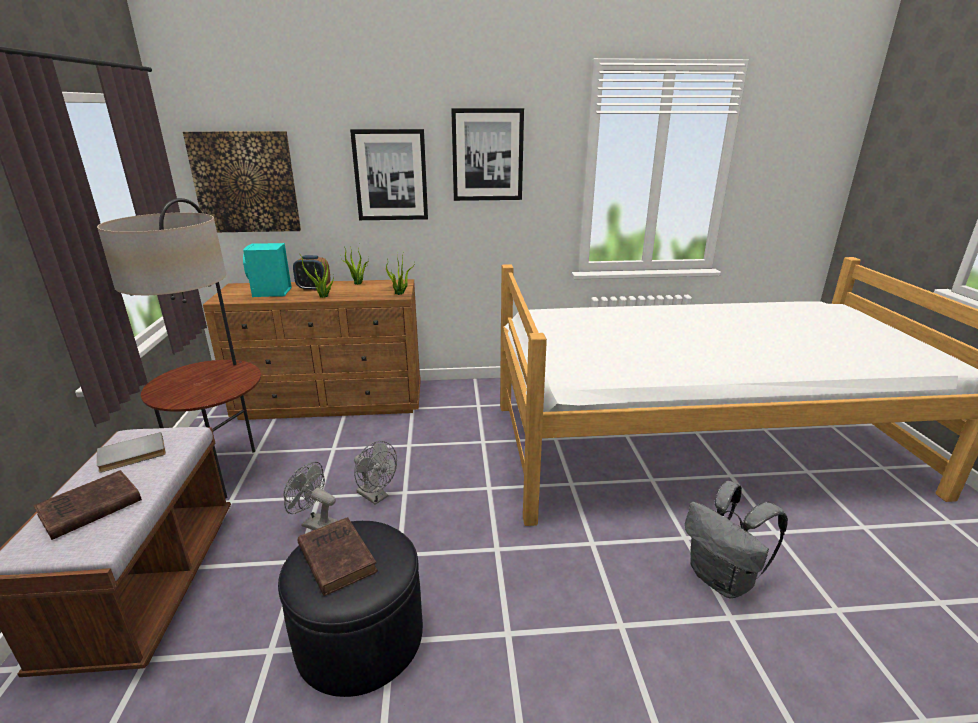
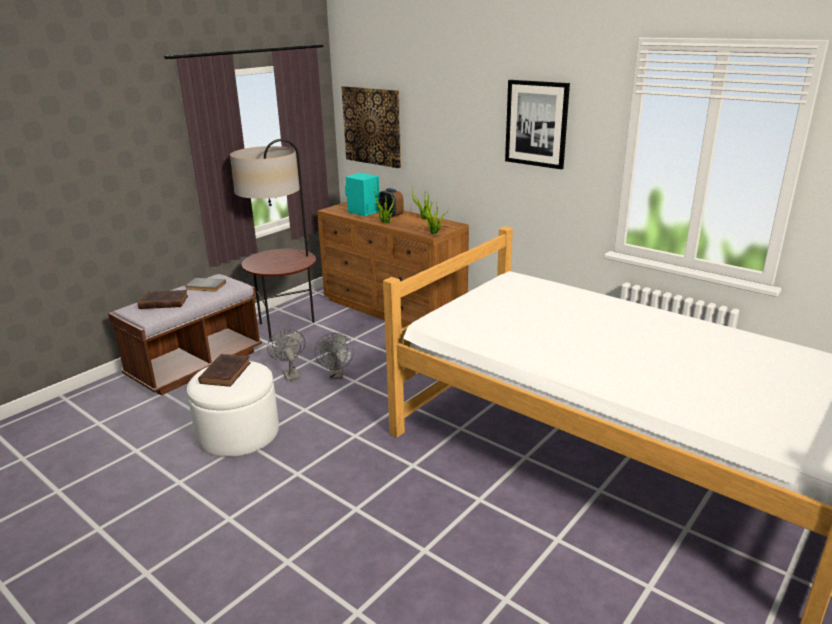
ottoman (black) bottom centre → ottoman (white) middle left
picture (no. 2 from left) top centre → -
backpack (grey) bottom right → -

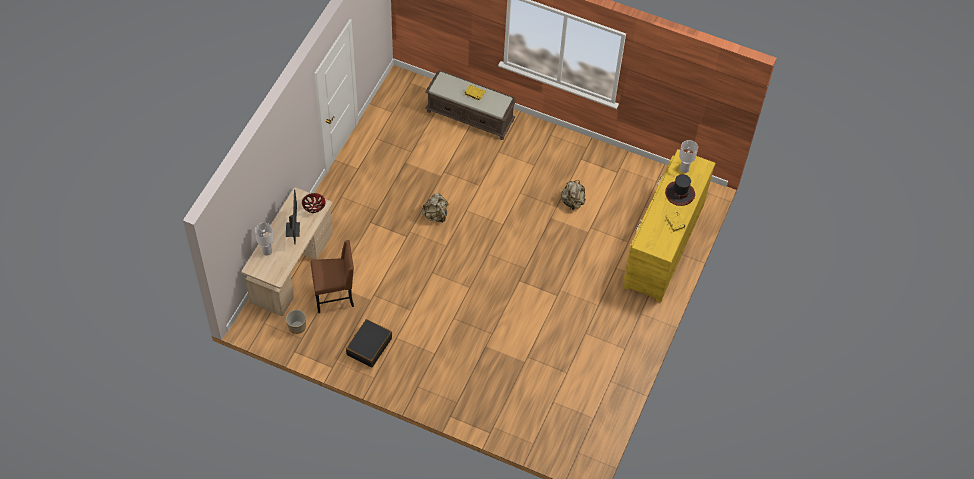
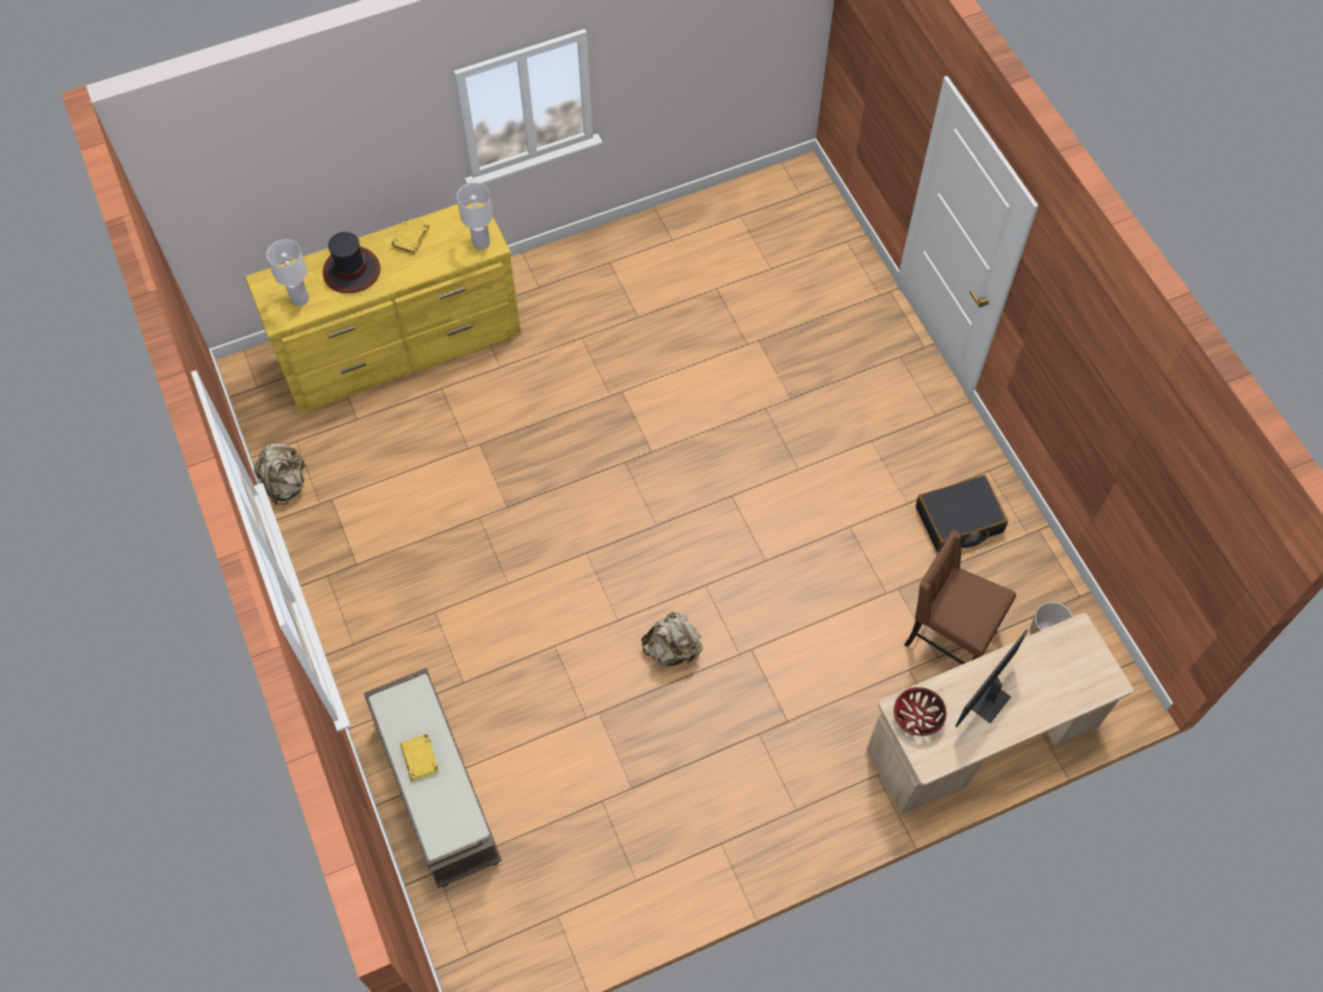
backpack (beige) (no. 2 from left in the first image) centre → backpack (beige) (no. 1 from left) middle left, relocated
table lamp (white) (no. 1 from left in the first image) middle left → table lamp (white) (no. 2 from left) top centre, relocated

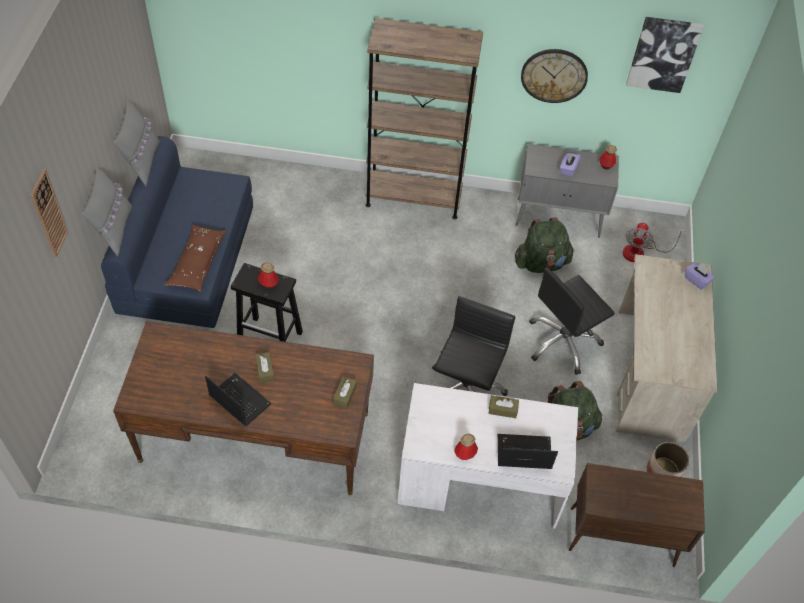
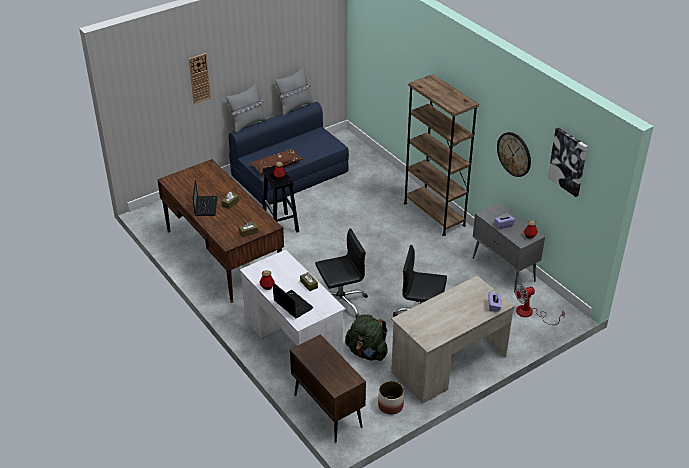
backpack (green) (no. 1 from left) middle right → -

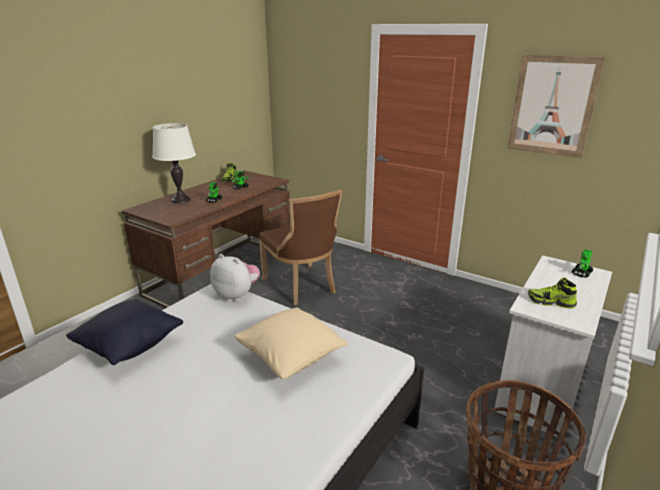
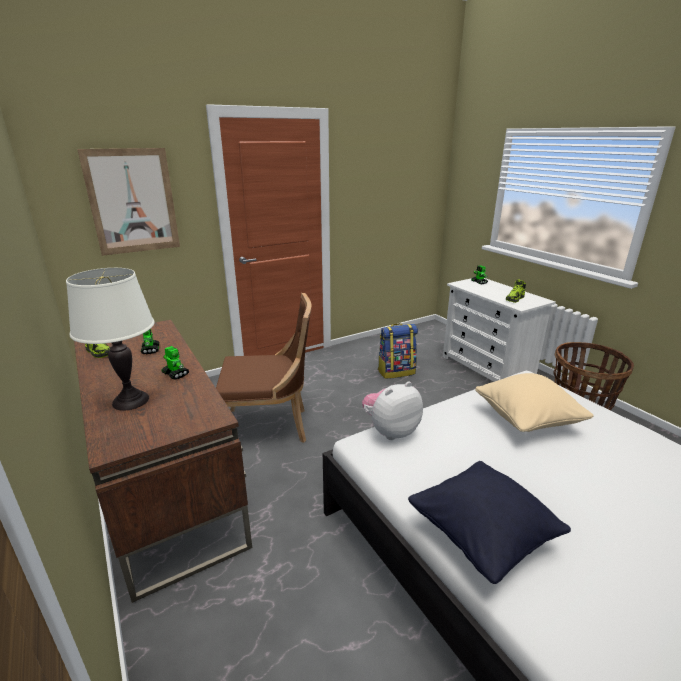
picture top right → picture top left, relocated
- → backpack centre

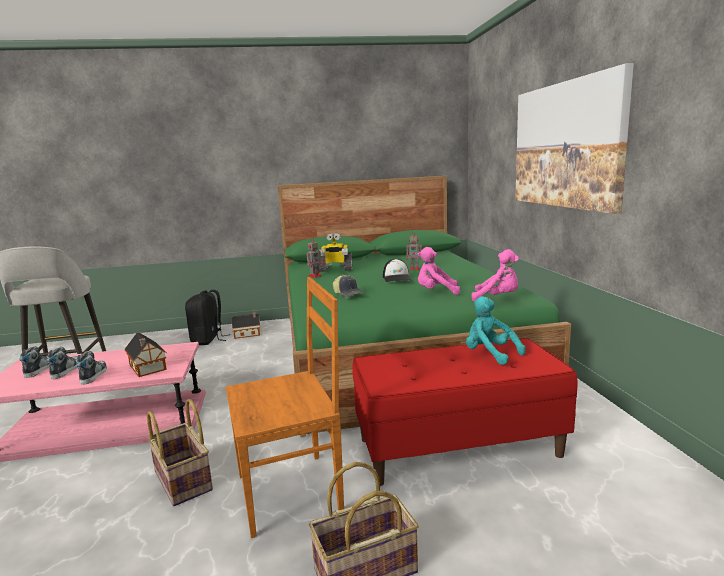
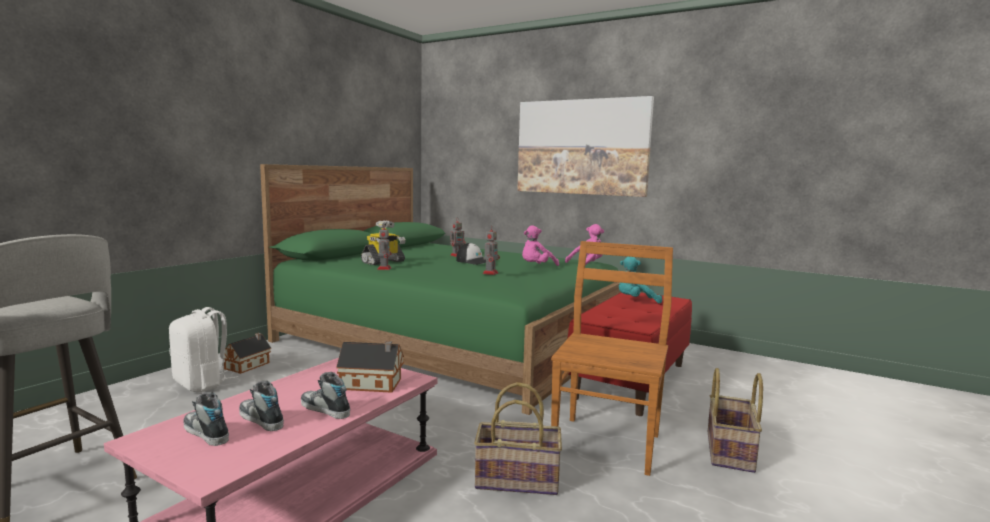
backpack (black) middle left → backpack (white) bottom left
cap (no. 1 from left) centre → toy robot (no. 4 from left) centre

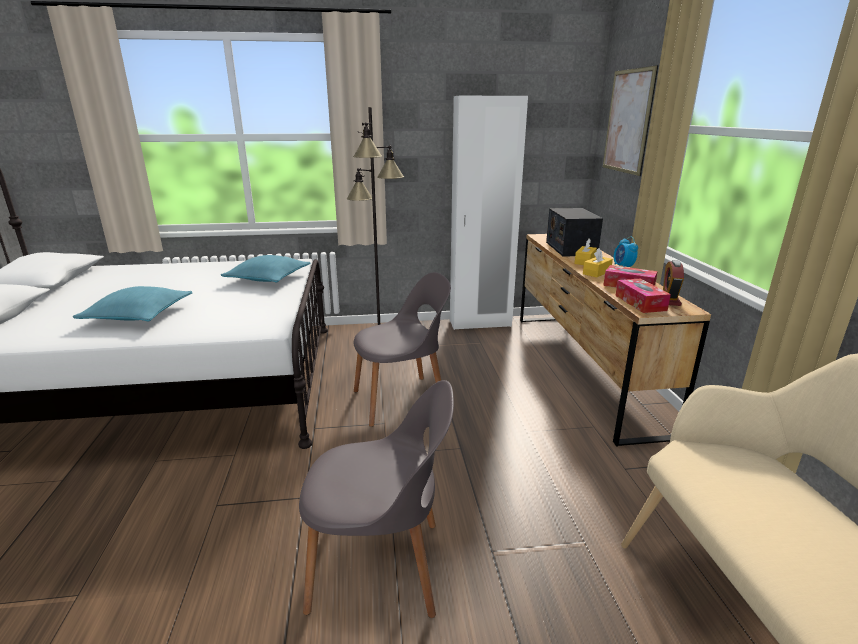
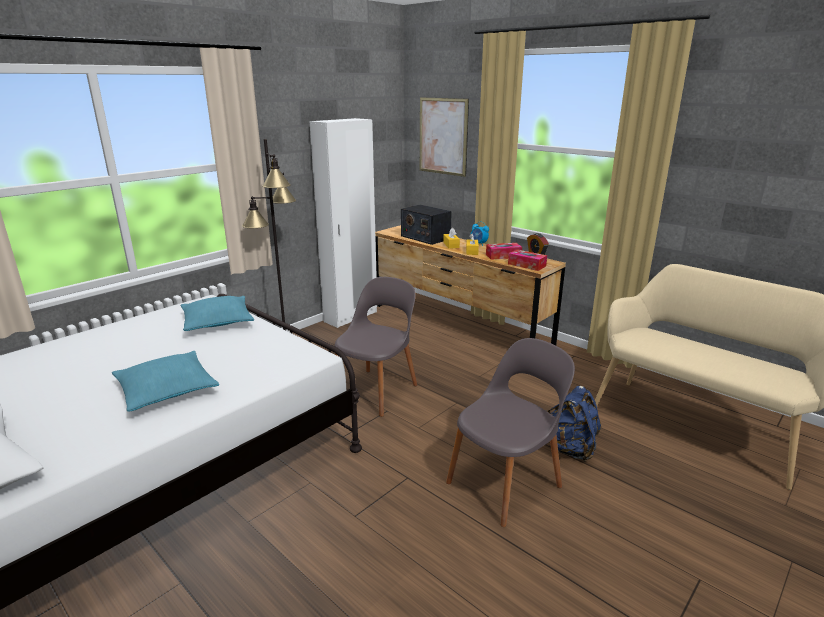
- → backpack (blue) bottom right

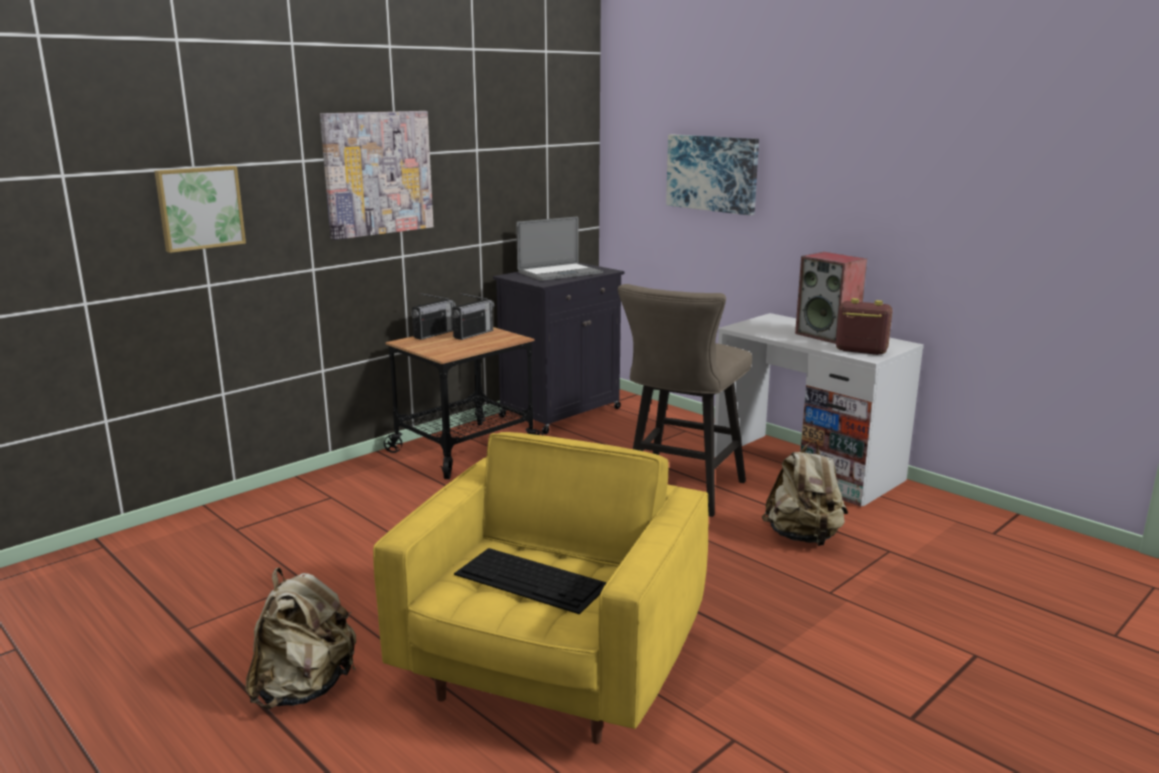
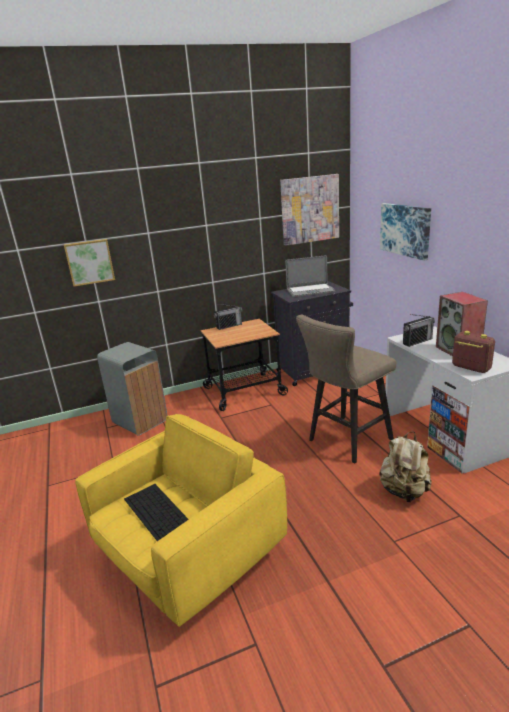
- → trash can (grey) middle left
picture (no. 2 from left) top left → picture (no. 2 from left) top centre, relocated
radio (no. 2 from left) centre → radio (no. 2 from left) middle right, relocated
backpack (beige) (no. 1 from left) bottom left → -

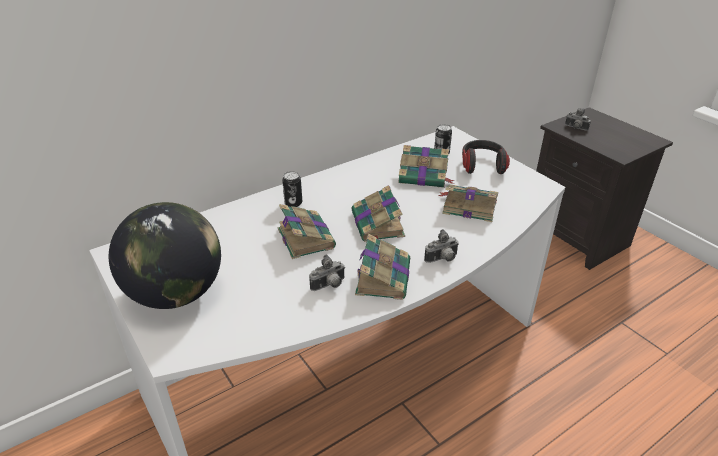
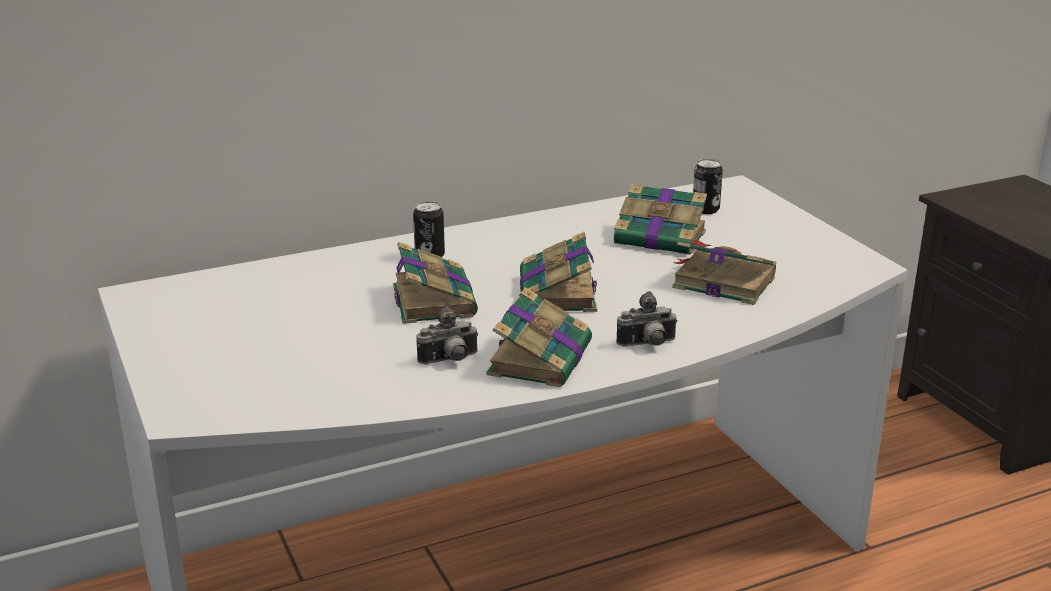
globe middle left → -
headphones middle right → -
photo camera (no. 3 from left) top right → -

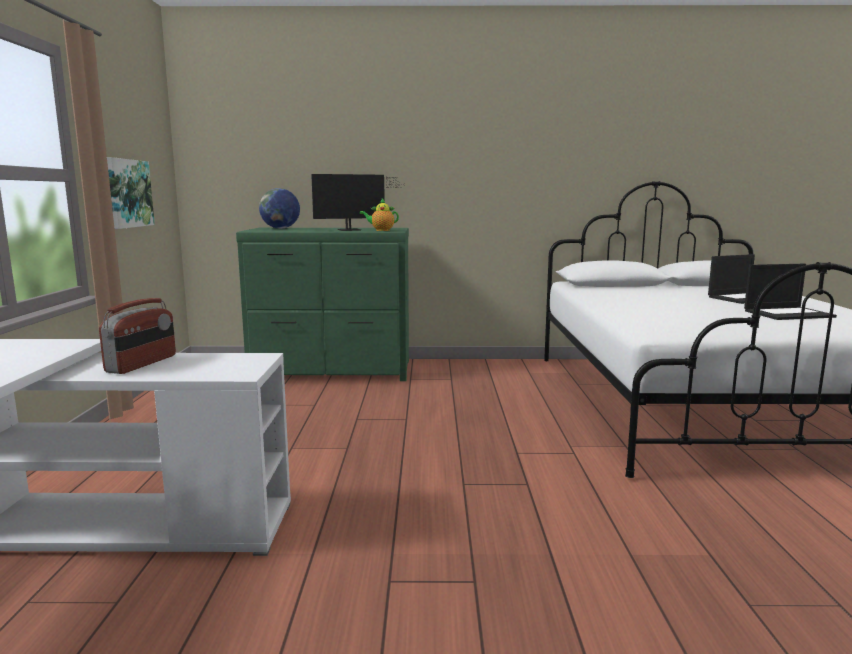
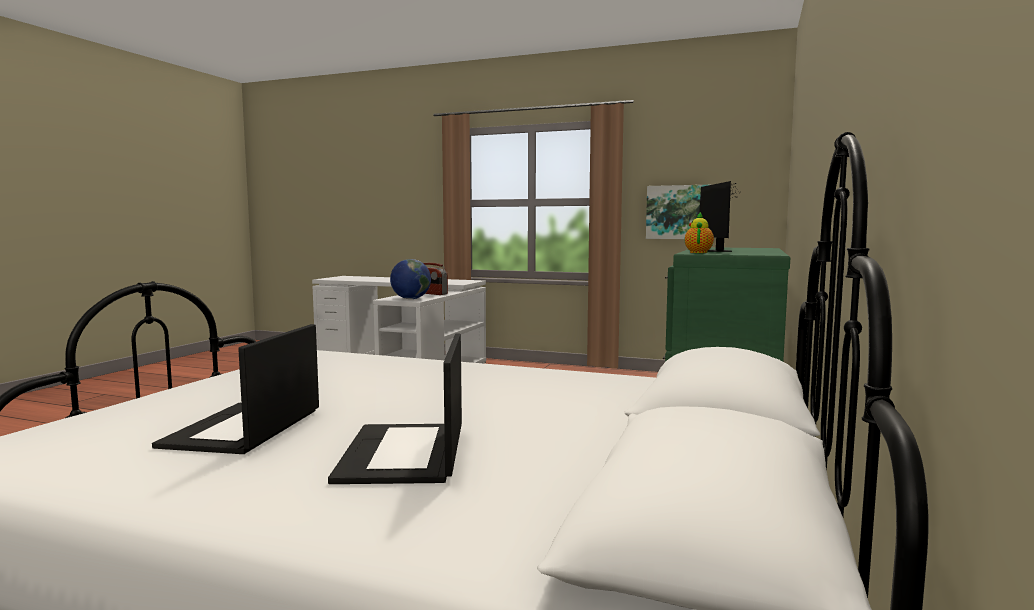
globe top left → globe centre, relocated

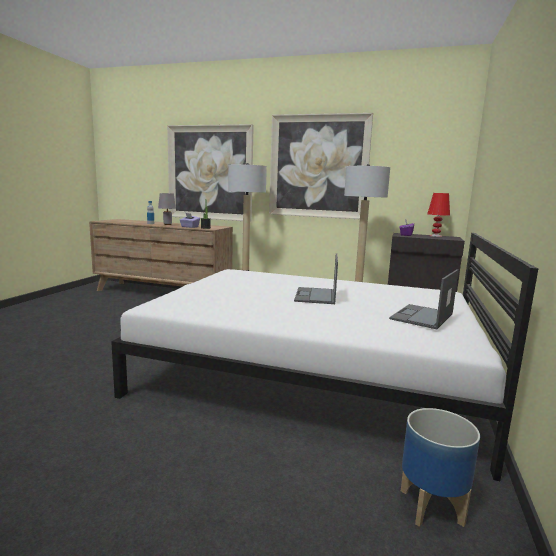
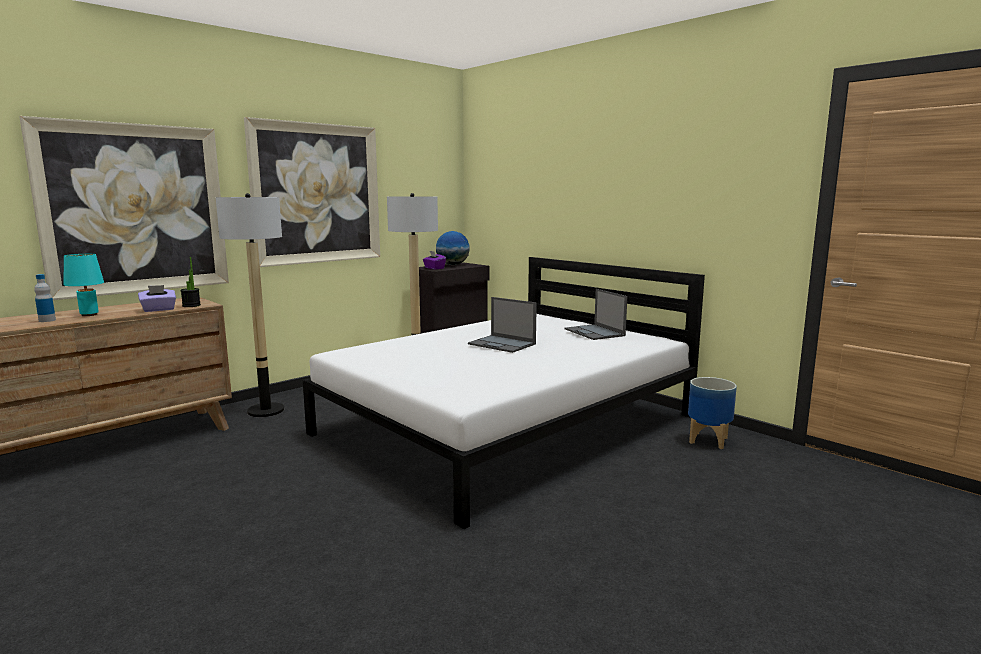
table lamp (grey) middle left → table lamp (turquoise) middle left
table lamp (red) middle right → globe centre

